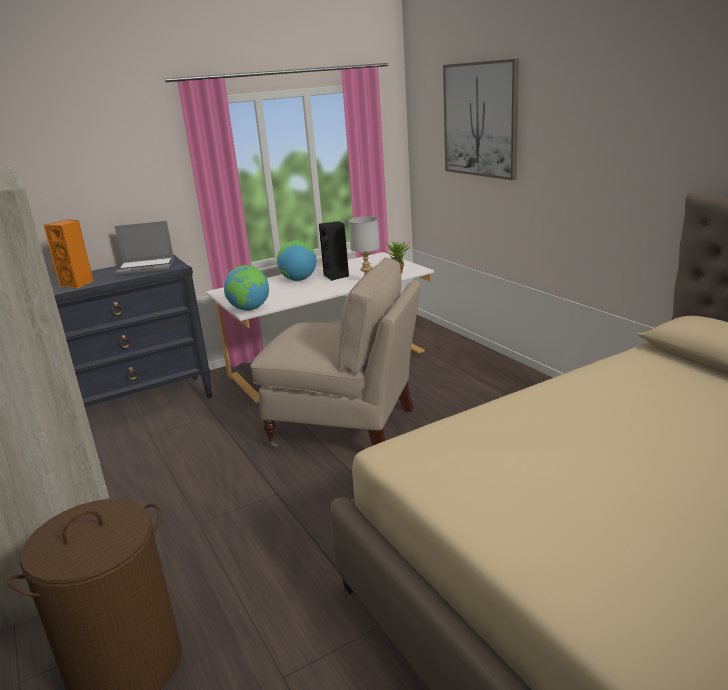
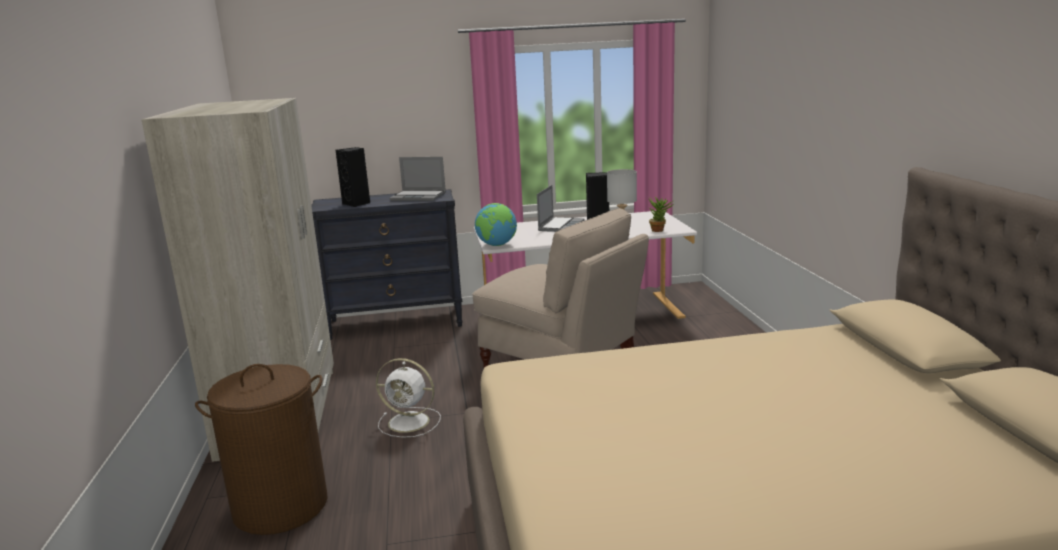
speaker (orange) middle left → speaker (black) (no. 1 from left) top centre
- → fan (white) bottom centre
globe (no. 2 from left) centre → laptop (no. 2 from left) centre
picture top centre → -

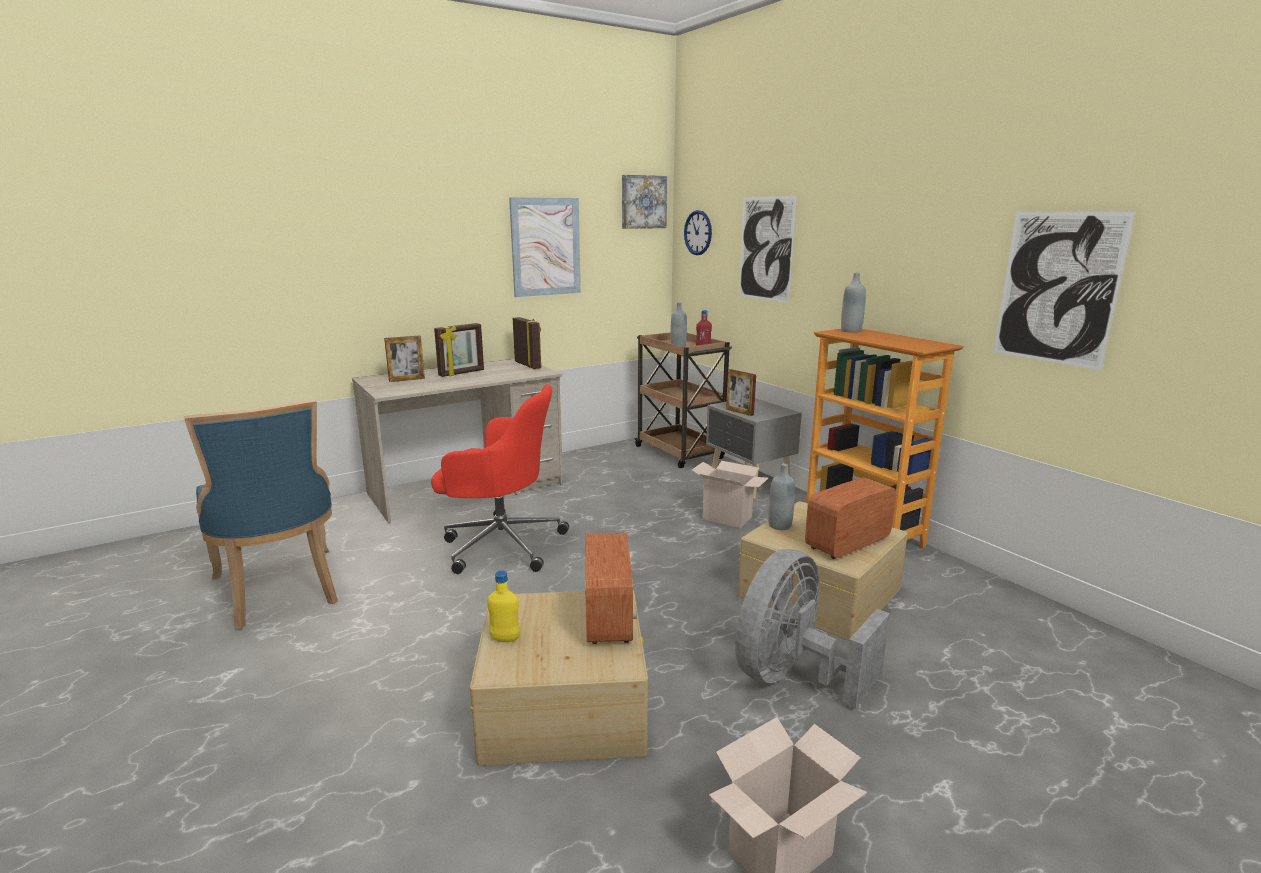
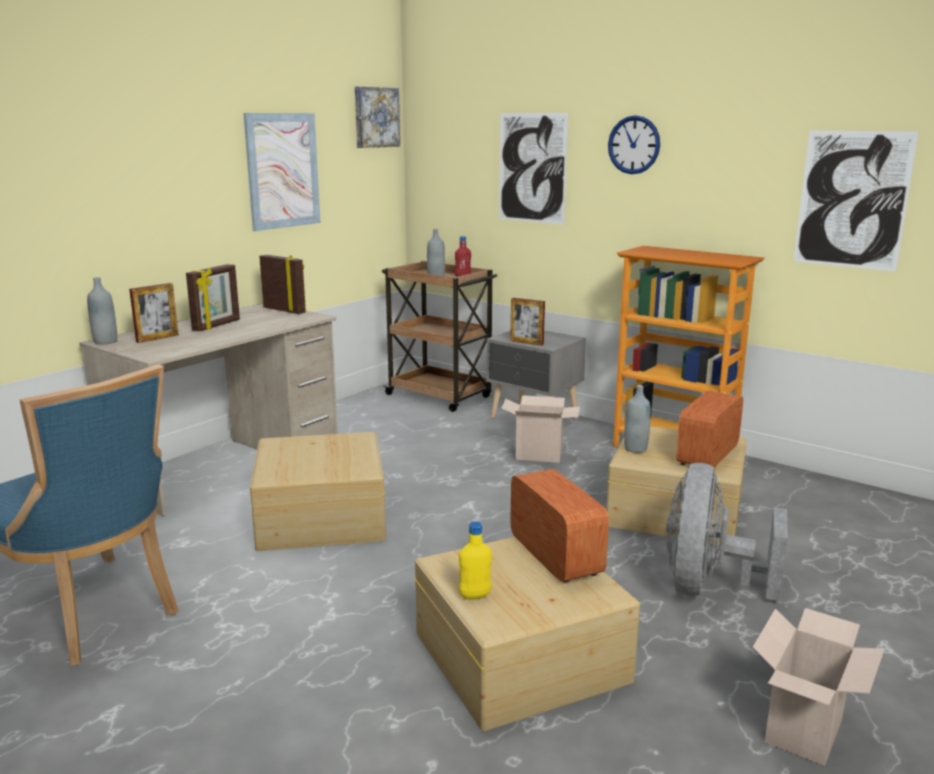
bottle (grey) (no. 3 from left in the first image) middle right → bottle (grey) (no. 1 from left) middle left, relocated
office chair (red) centre → storage box (beige) (no. 1 from left) centre
wall clock top centre → wall clock top right, relocated

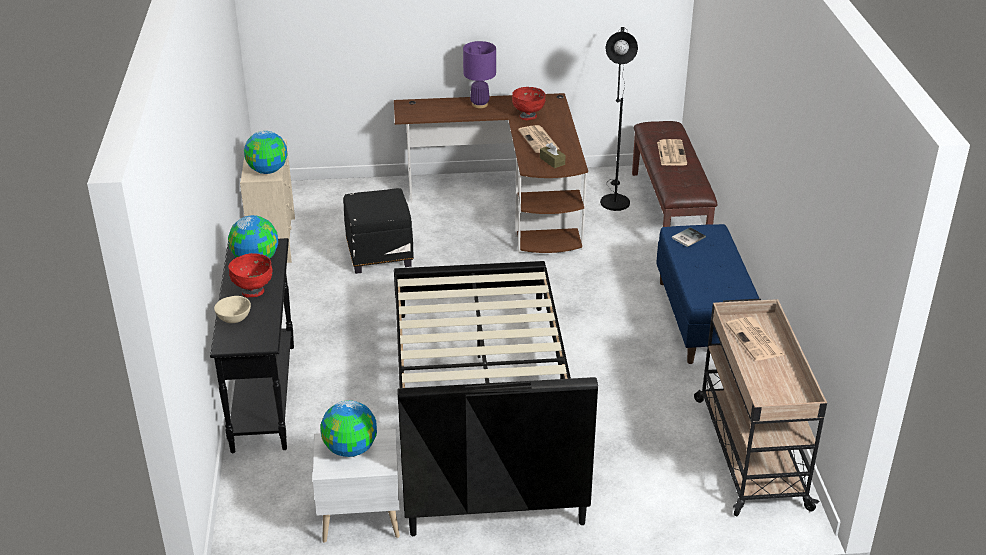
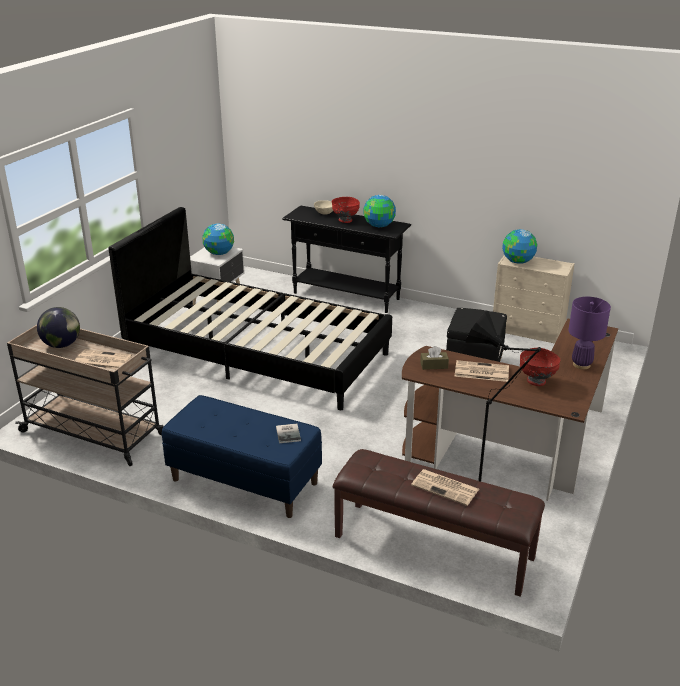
- → globe (no. 1 from left) middle left

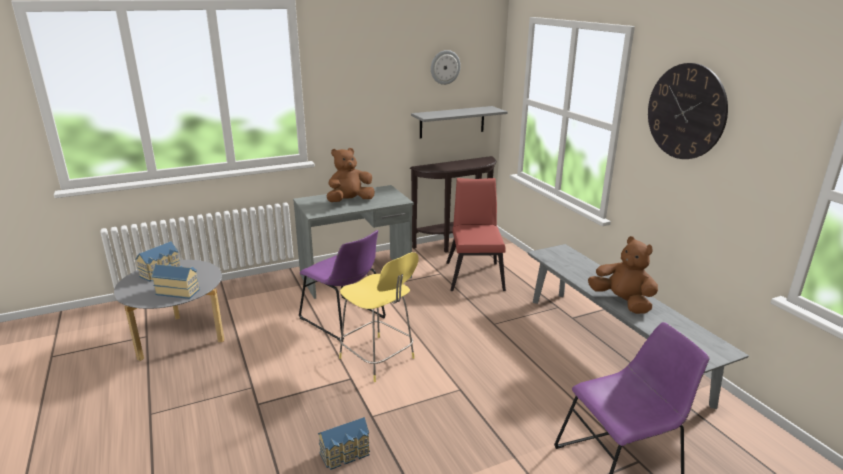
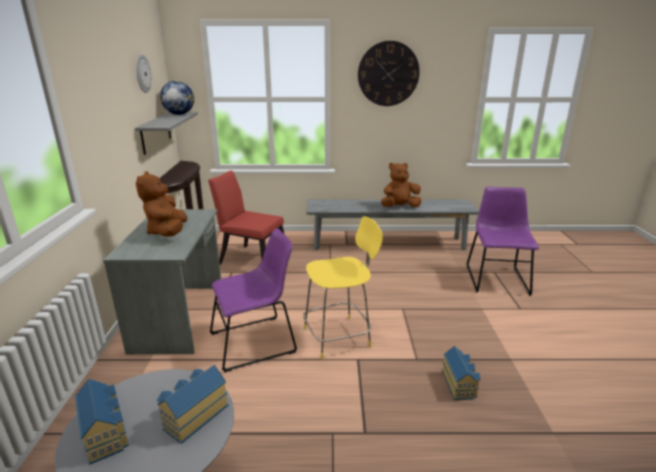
- → globe top left

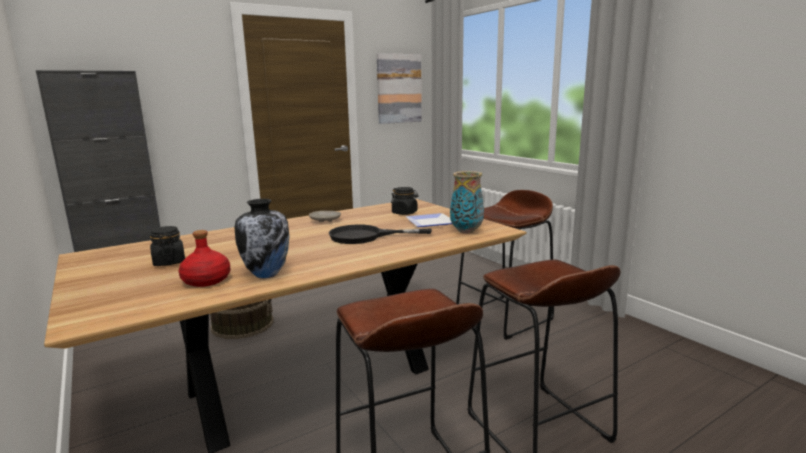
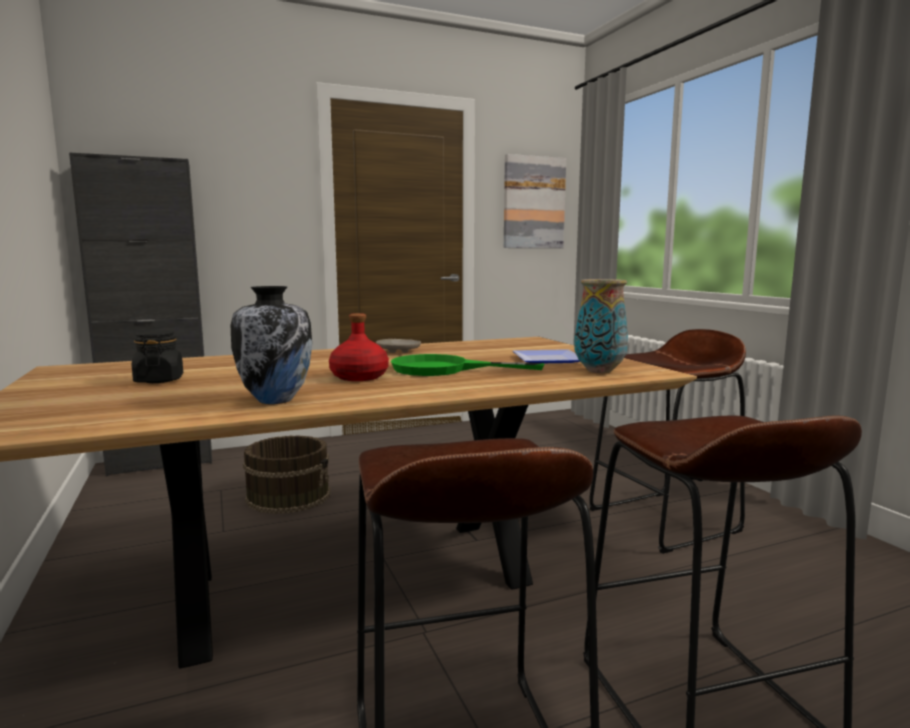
bottle (red) middle left → bottle (red) centre, relocated
frying pan (black) centre → frying pan (green) centre
jar (black) (no. 2 from left) centre → -

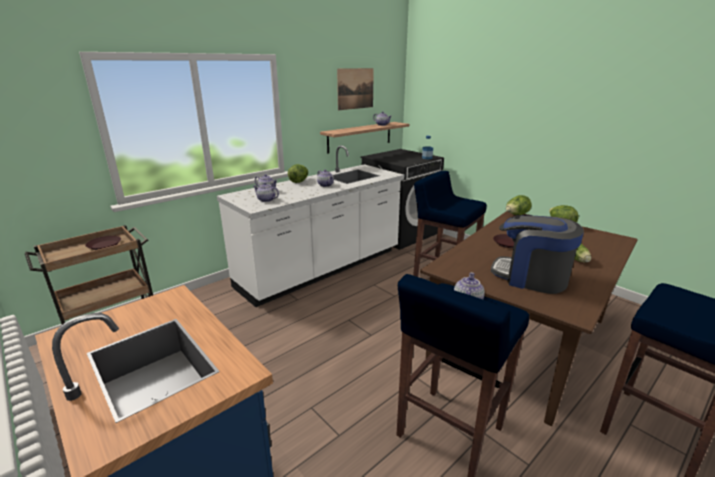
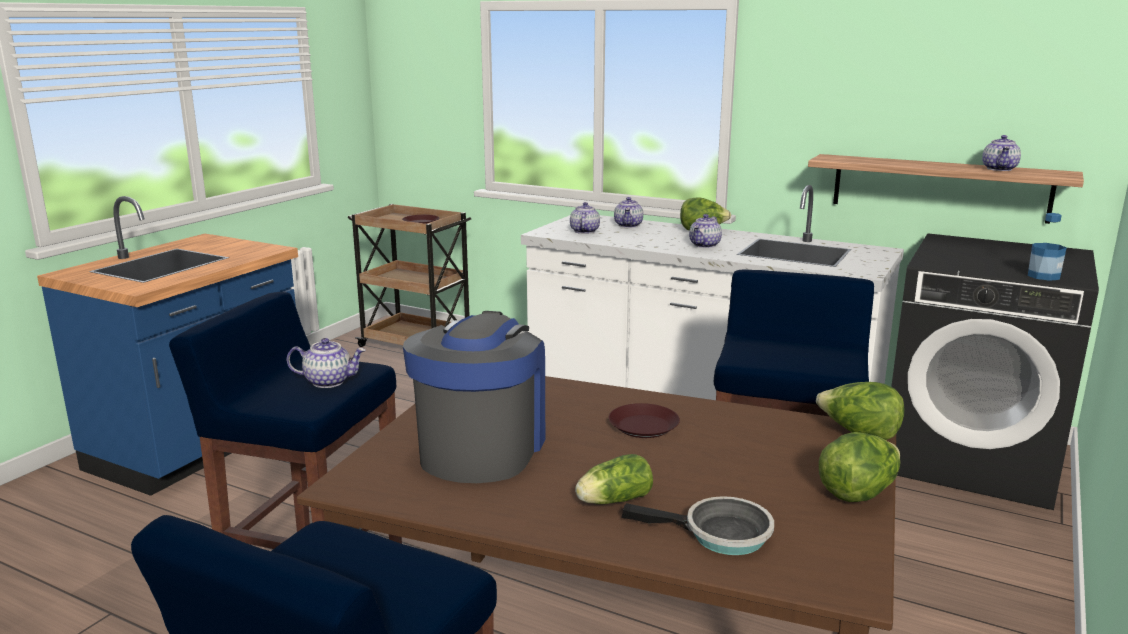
- → frying pan bottom centre
picture top centre → -

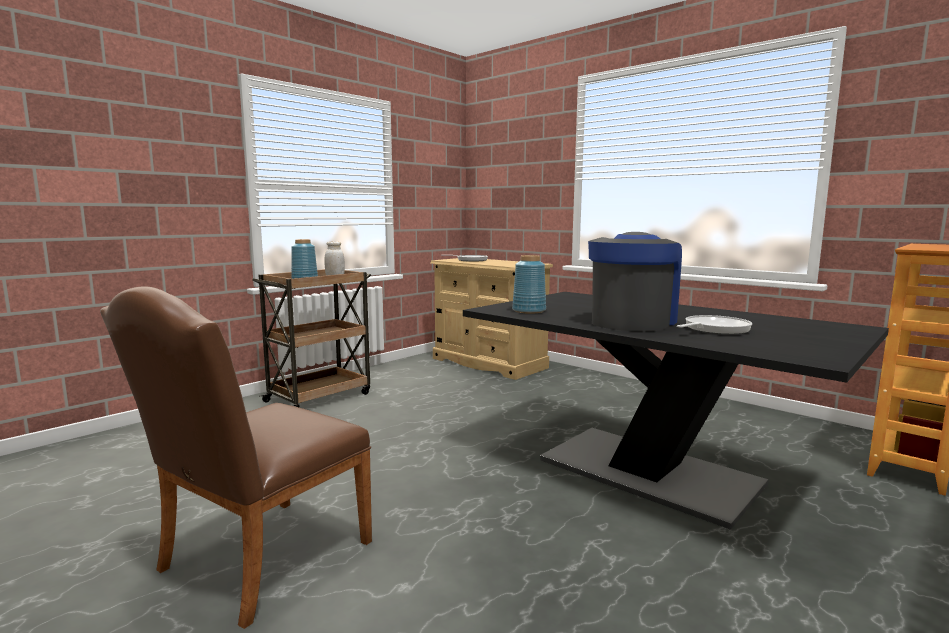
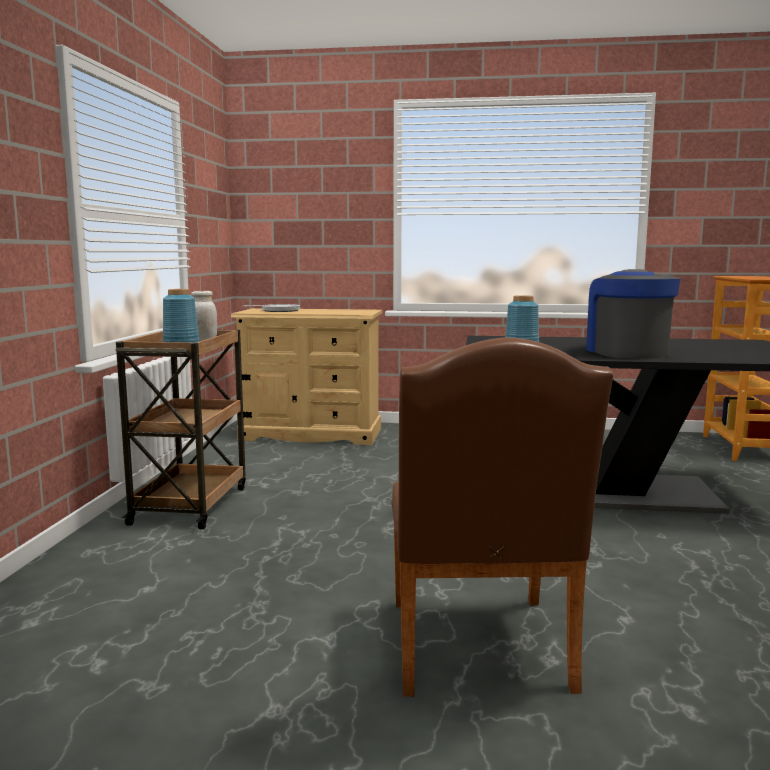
frying pan (no. 2 from left) middle right → -

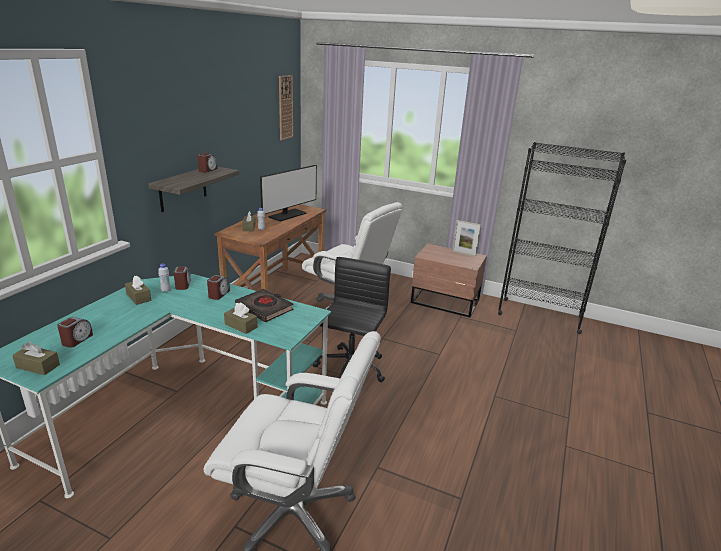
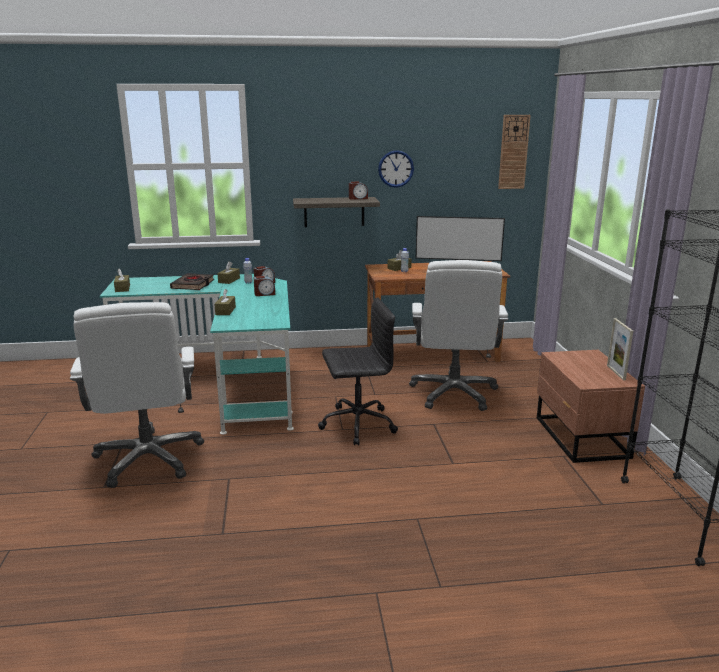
book (black) centre → book (black) middle left, relocated
- → wall clock (no. 1 from left) top centre
alarm clock (no. 1 from left) middle left → -

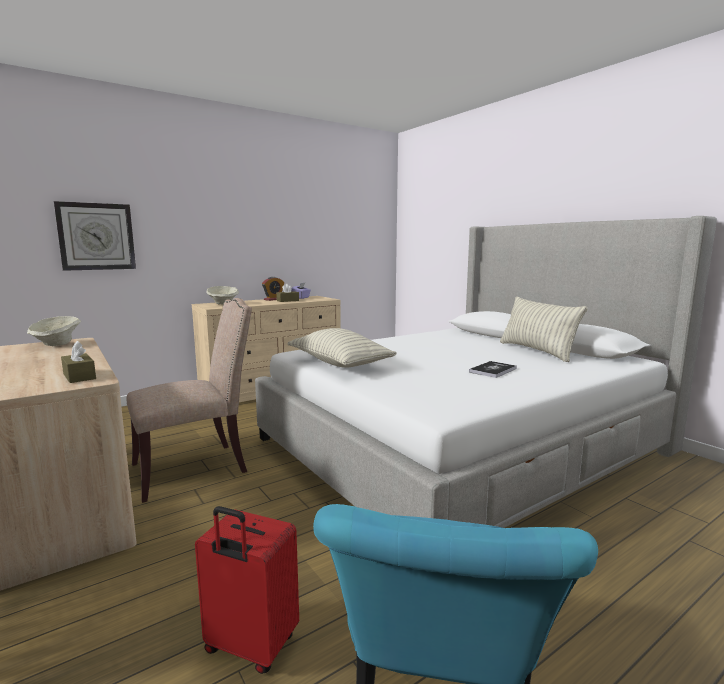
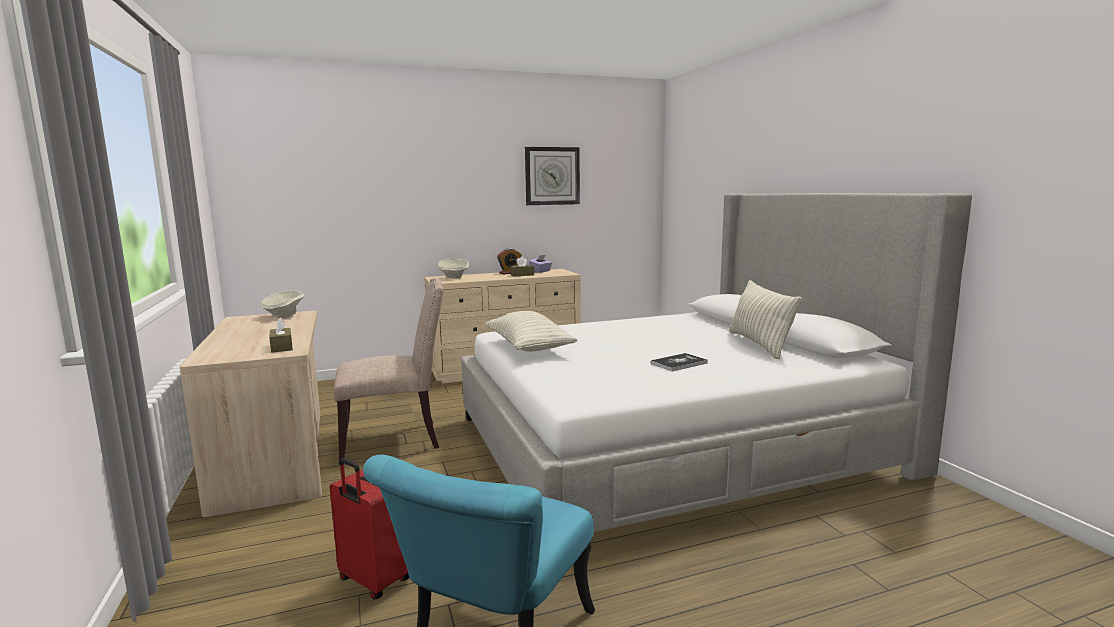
wall clock middle left → wall clock top centre, relocated

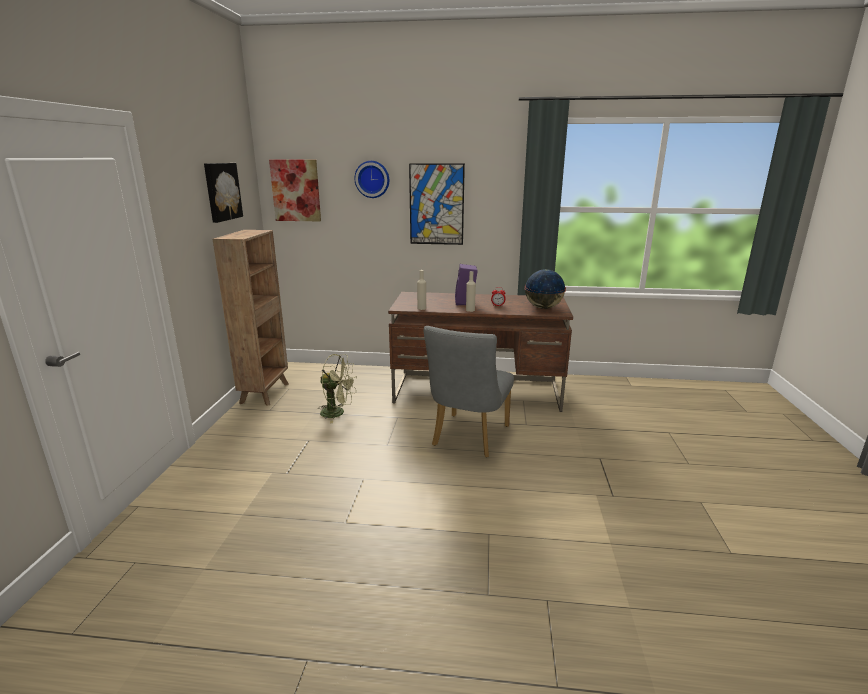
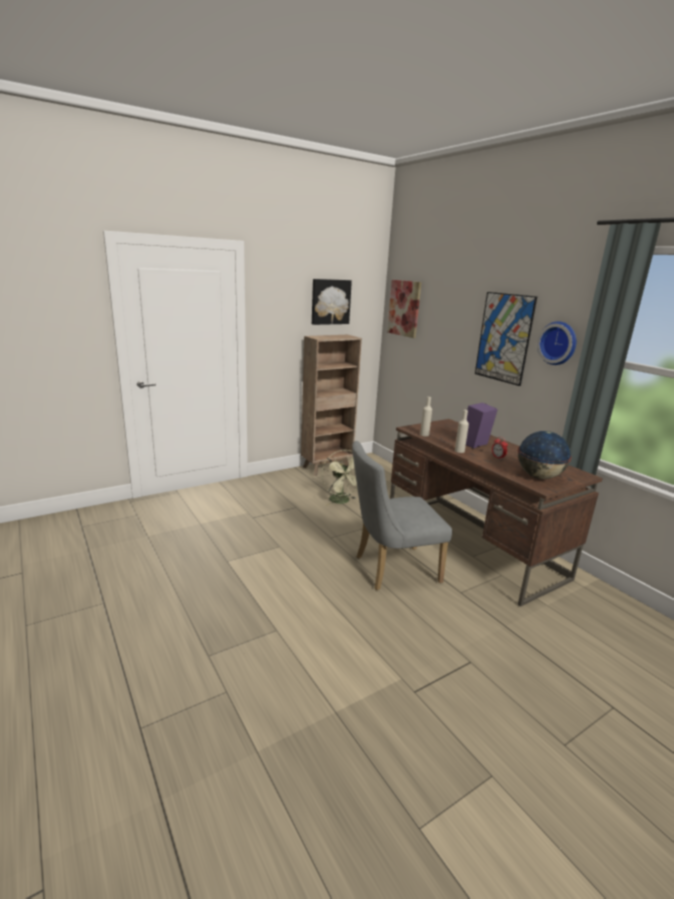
wall clock top centre → wall clock middle right, relocated

